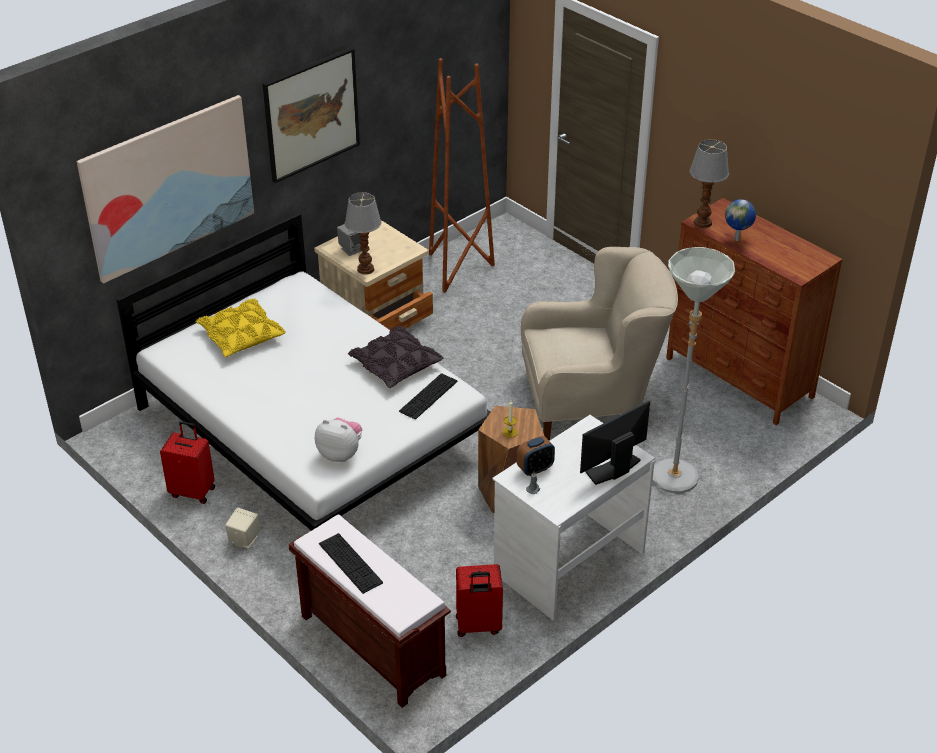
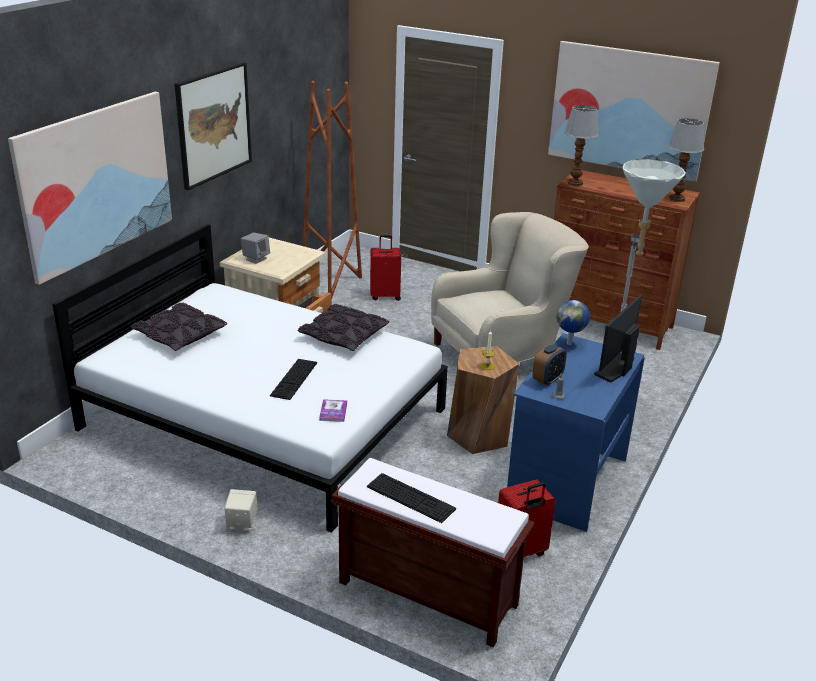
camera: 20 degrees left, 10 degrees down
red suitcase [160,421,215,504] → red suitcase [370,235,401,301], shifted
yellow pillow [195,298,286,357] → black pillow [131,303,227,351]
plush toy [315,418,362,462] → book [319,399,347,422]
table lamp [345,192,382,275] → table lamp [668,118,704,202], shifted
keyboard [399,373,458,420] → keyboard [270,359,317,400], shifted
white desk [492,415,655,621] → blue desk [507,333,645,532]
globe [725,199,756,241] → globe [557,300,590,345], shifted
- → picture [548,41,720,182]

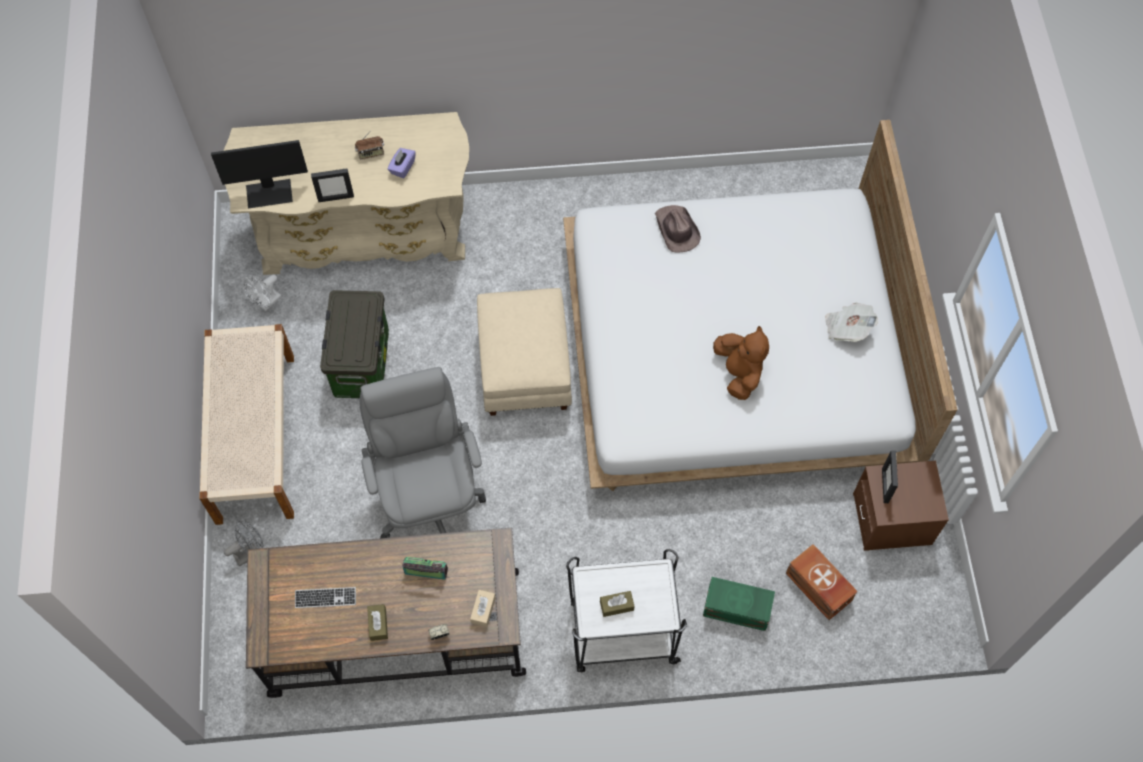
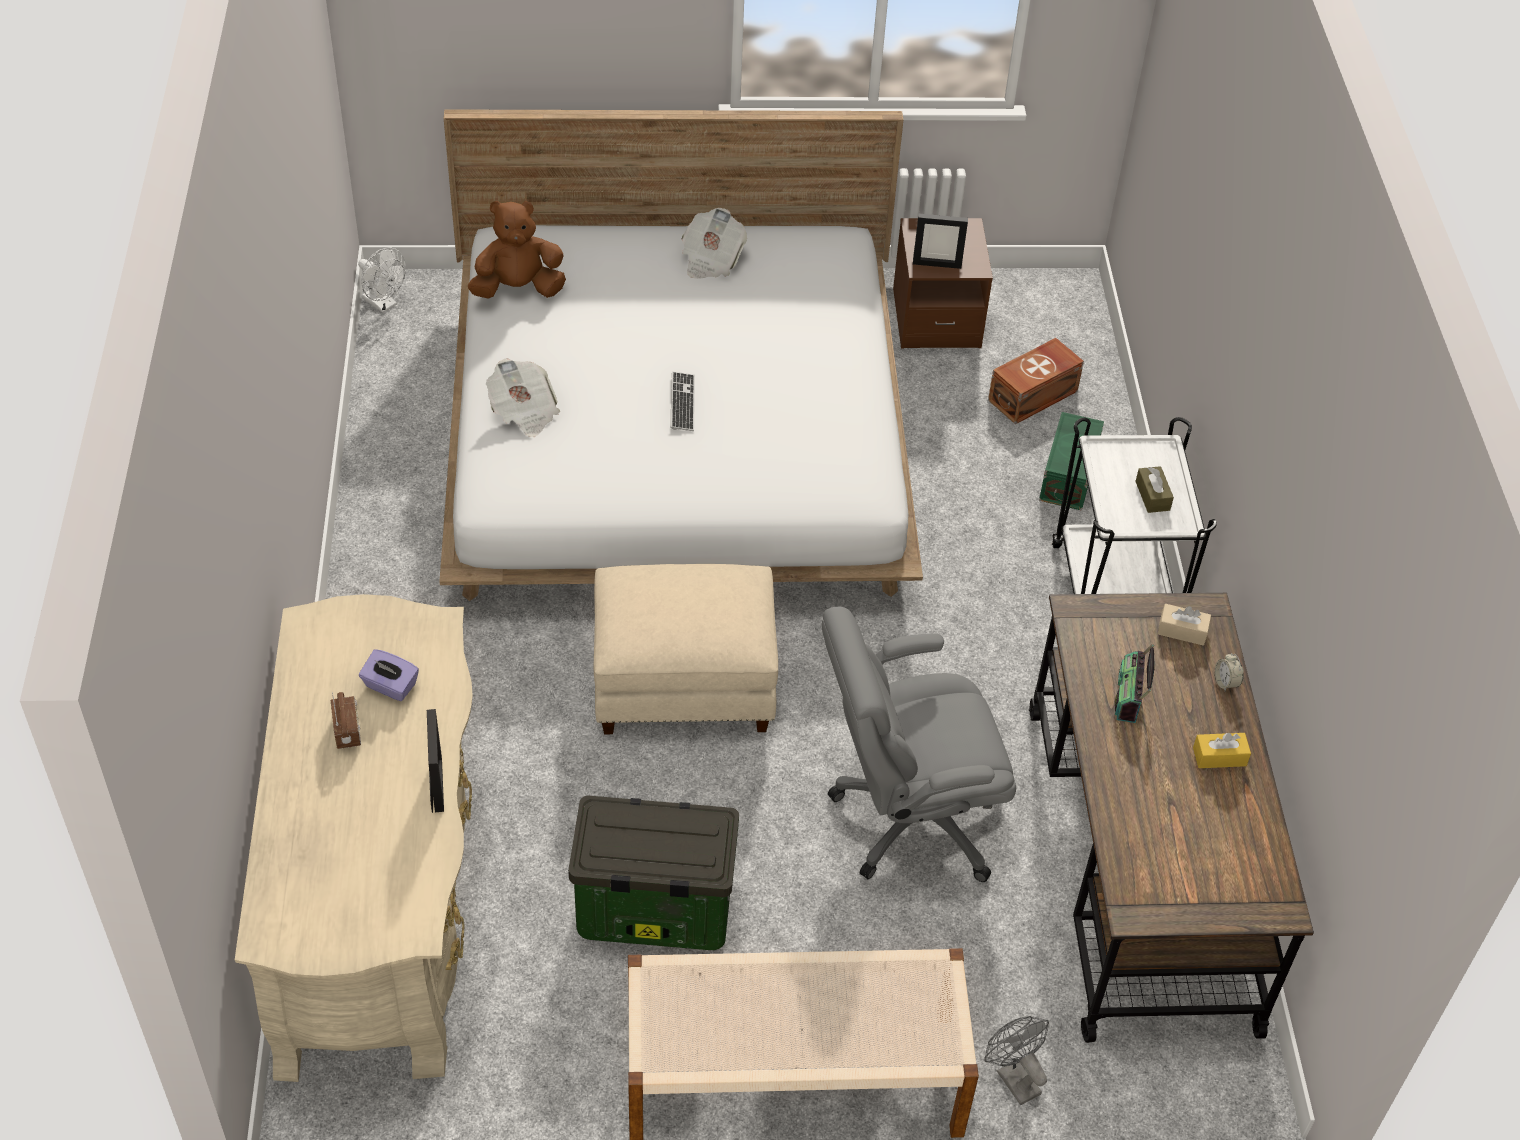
camera: 90 degrees left, 15 degrees down
monitor [211,140,308,208] → -
white fan [242,274,281,311] → white fan [358,247,406,313], shifted
keyboard [295,587,356,608] → keyboard [670,371,695,431], shifted
brown tissue box [367,604,388,641] → yellow tissue box [1193,733,1251,768]
brown hat [655,205,701,253] → newspaper [486,358,560,437]
brown plush toy [713,326,769,400] → brown plush toy [468,201,566,299], shifted

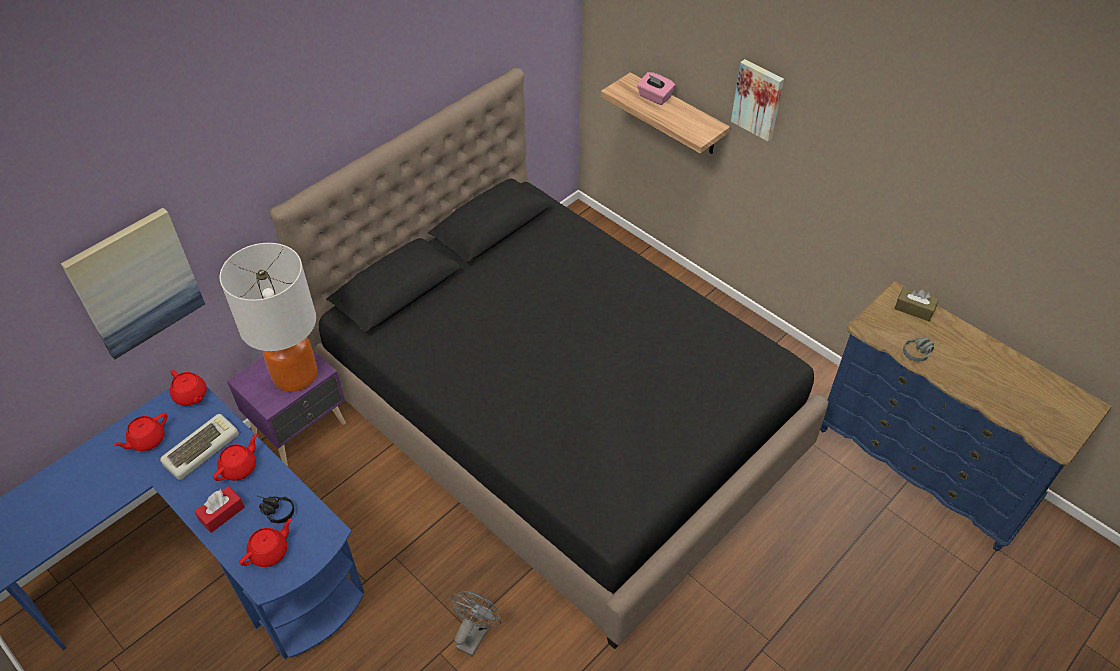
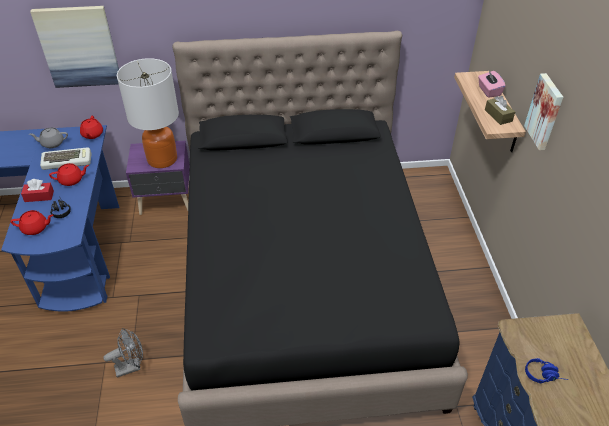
camera: 40 degrees right, 5 degrees down
red teapot [113,413,167,451] → grey teapot [29,127,68,148]
brown tissue box [894,287,939,322] → brown tissue box [485,96,515,125], shifted
grey headphones [903,337,941,362] → blue headphones [525,358,568,383]

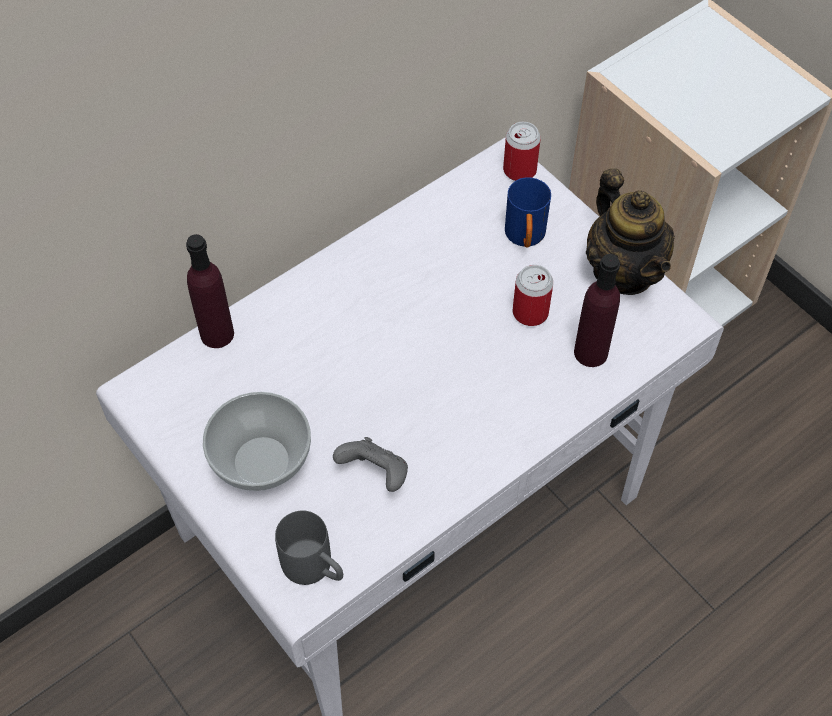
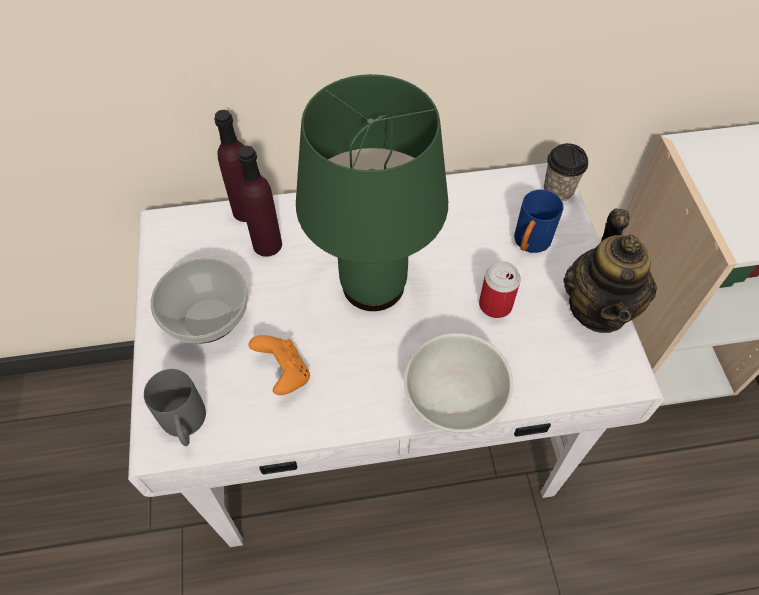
camera: 30 degrees right, 0 degrees up
grey game controller [333,437,408,492] → orange game controller [249,335,310,395]
can [503,122,541,181] → cup [544,143,588,201]
purple bottle [574,254,620,367] → purple bottle [238,146,282,257], shifted
- → green table lamp [296,74,448,311]
- → white bowl [404,333,513,433]

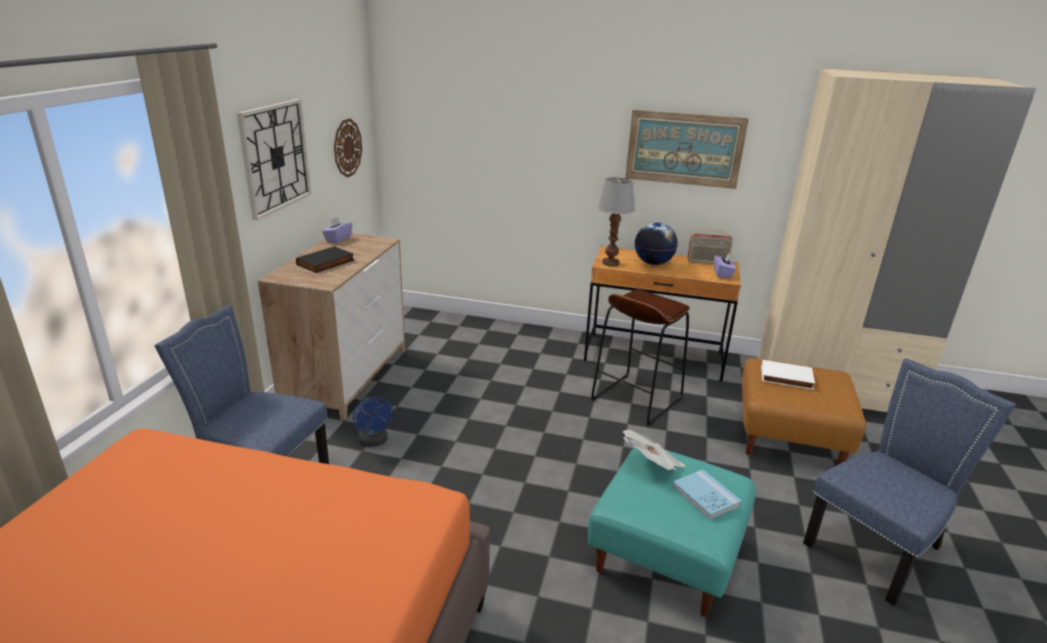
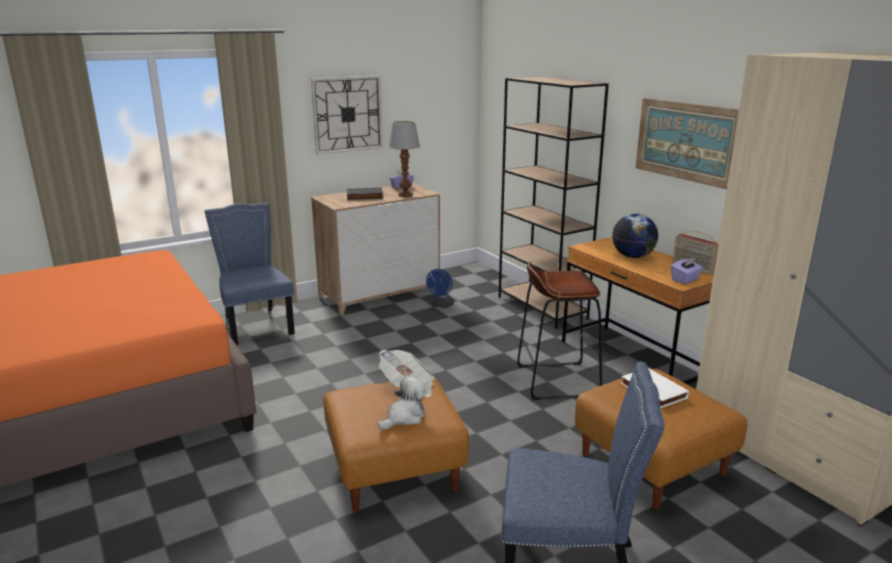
camera: 45 degrees right, 5 degrees down
wall clock [334,118,362,177] → -
blue fan [353,396,394,447] → blue fan [426,269,454,308], shifted
turquoise ottoman [588,447,756,617] → brown ottoman [323,378,469,512]
table lamp [597,177,635,267] → table lamp [388,121,420,197], shifted
blue book [672,470,742,520] → plush toy [378,376,426,430]
- → beige bookcase [499,76,609,329]

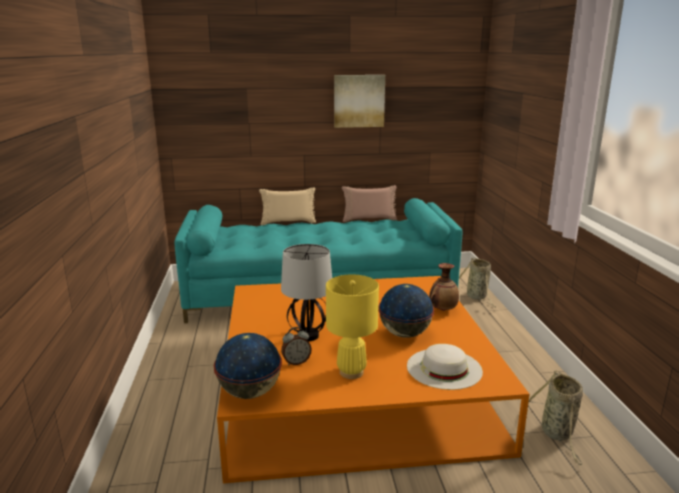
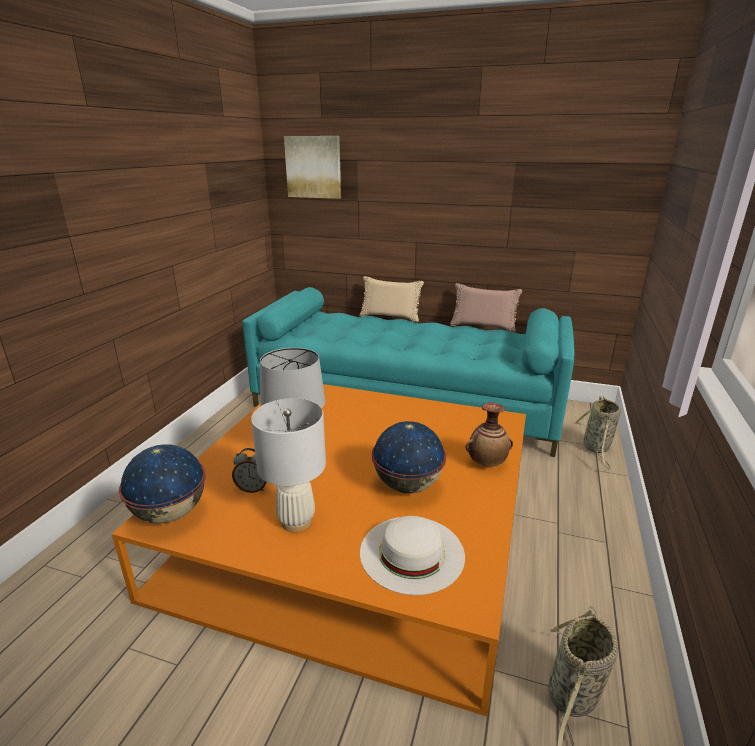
camera: 25 degrees right, 5 degrees up
yellow table lamp [326,274,379,379] → white table lamp [251,398,326,532]
picture [334,75,385,128] → picture [284,136,341,199], shifted

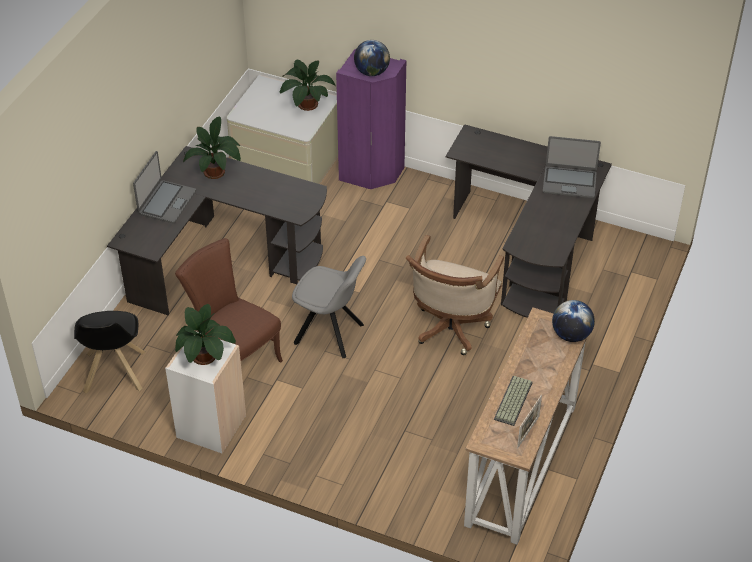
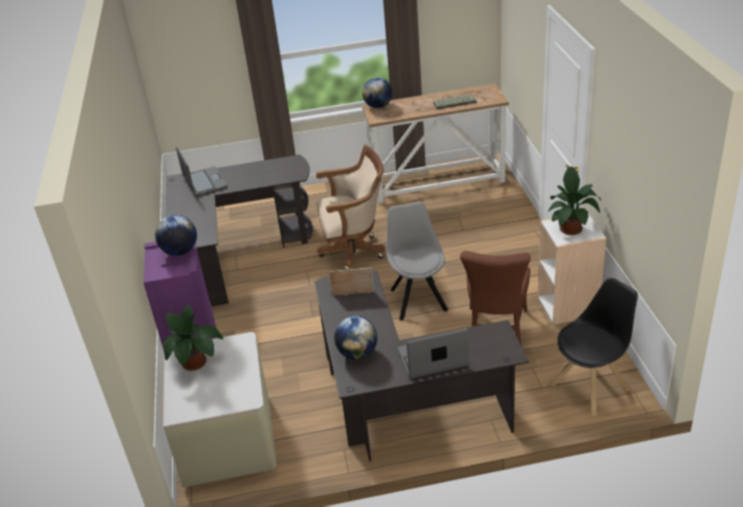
camera: 120 degrees left, 10 degrees down
potted plant [183,117,241,179] → globe [334,316,377,359]
picture frame [517,395,542,448] → picture frame [329,267,374,296], shifted

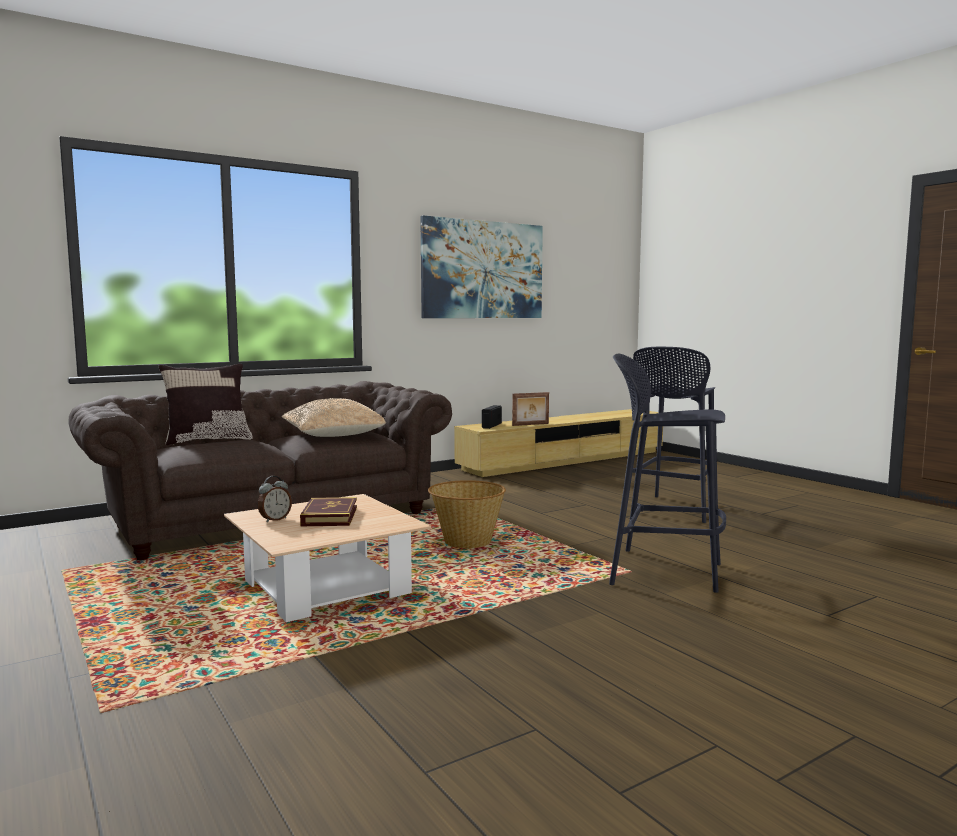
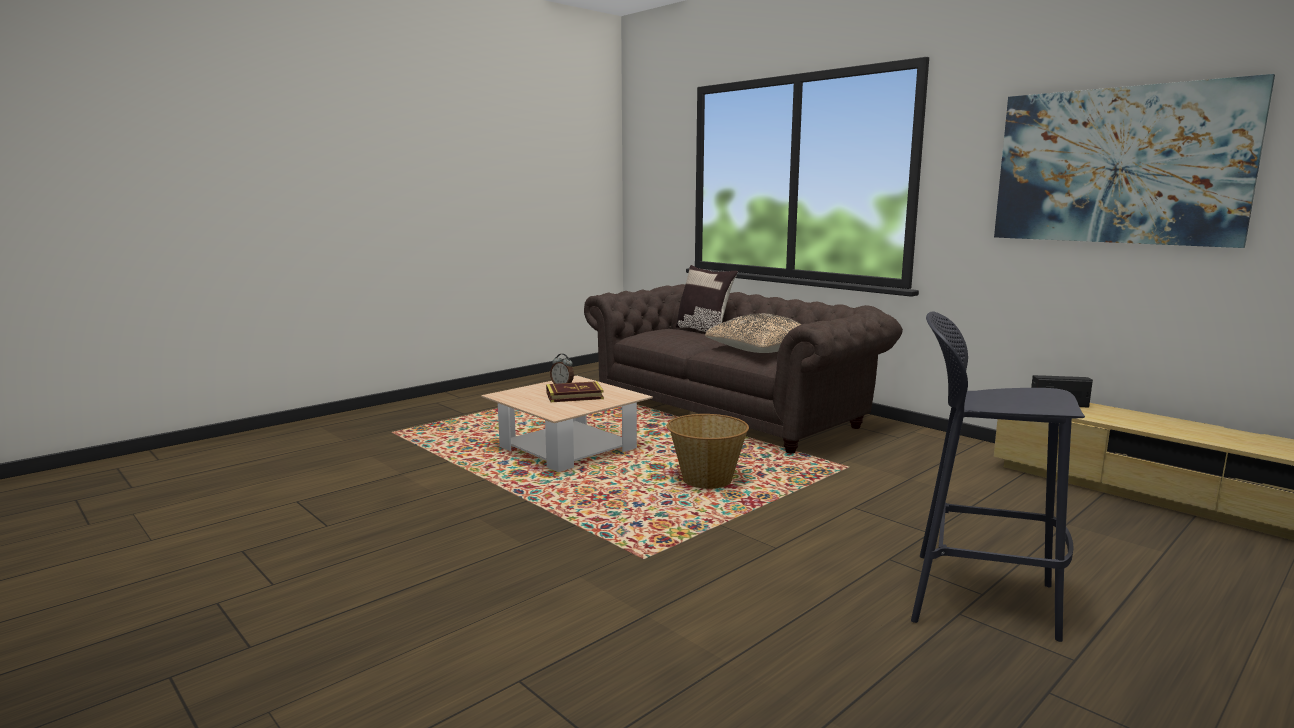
camera: 80 degrees right, 5 degrees up
picture frame [512,392,549,426] → -
grey stool [609,354,726,593] → -

